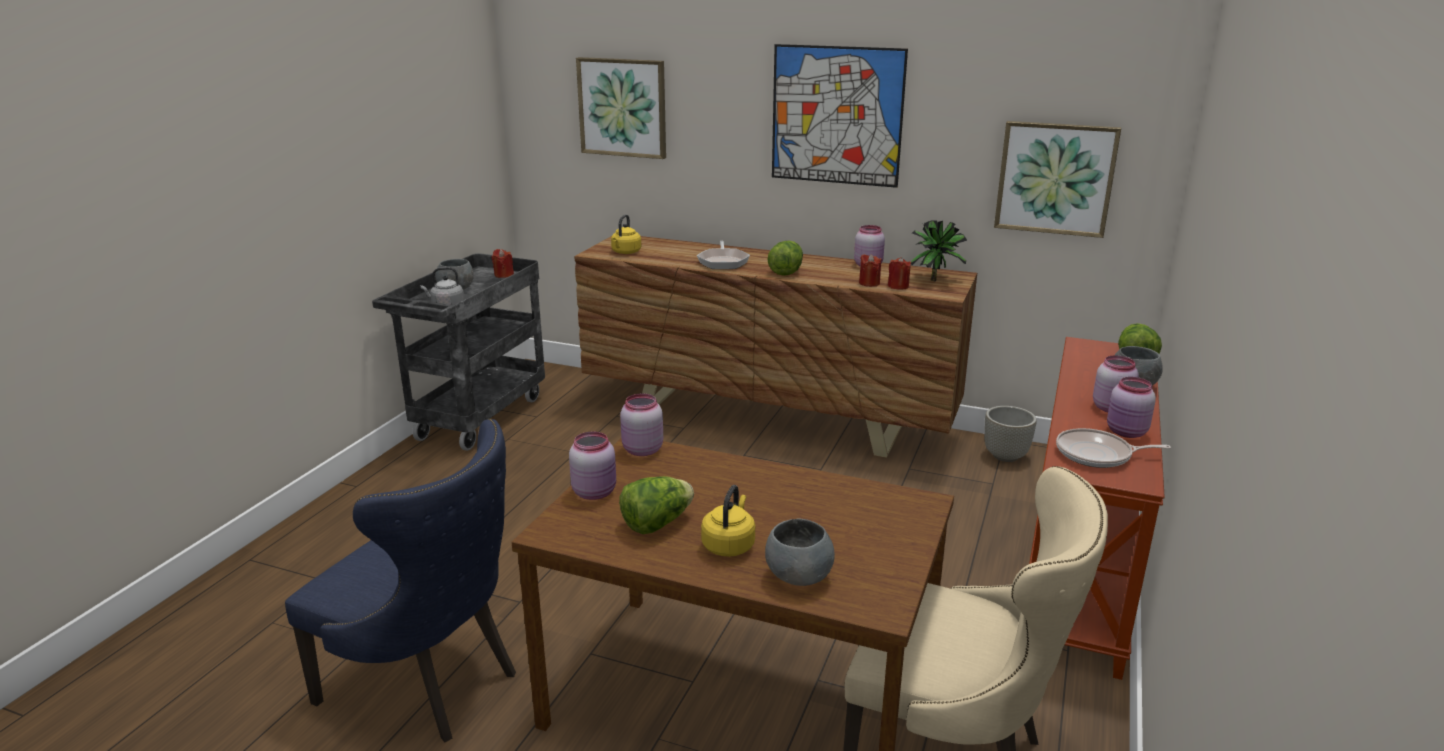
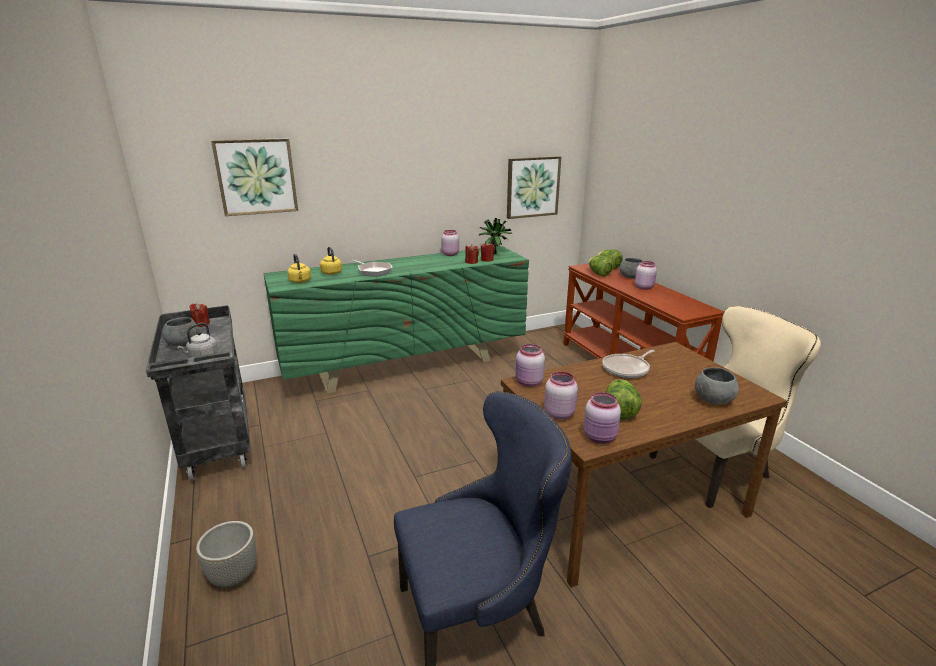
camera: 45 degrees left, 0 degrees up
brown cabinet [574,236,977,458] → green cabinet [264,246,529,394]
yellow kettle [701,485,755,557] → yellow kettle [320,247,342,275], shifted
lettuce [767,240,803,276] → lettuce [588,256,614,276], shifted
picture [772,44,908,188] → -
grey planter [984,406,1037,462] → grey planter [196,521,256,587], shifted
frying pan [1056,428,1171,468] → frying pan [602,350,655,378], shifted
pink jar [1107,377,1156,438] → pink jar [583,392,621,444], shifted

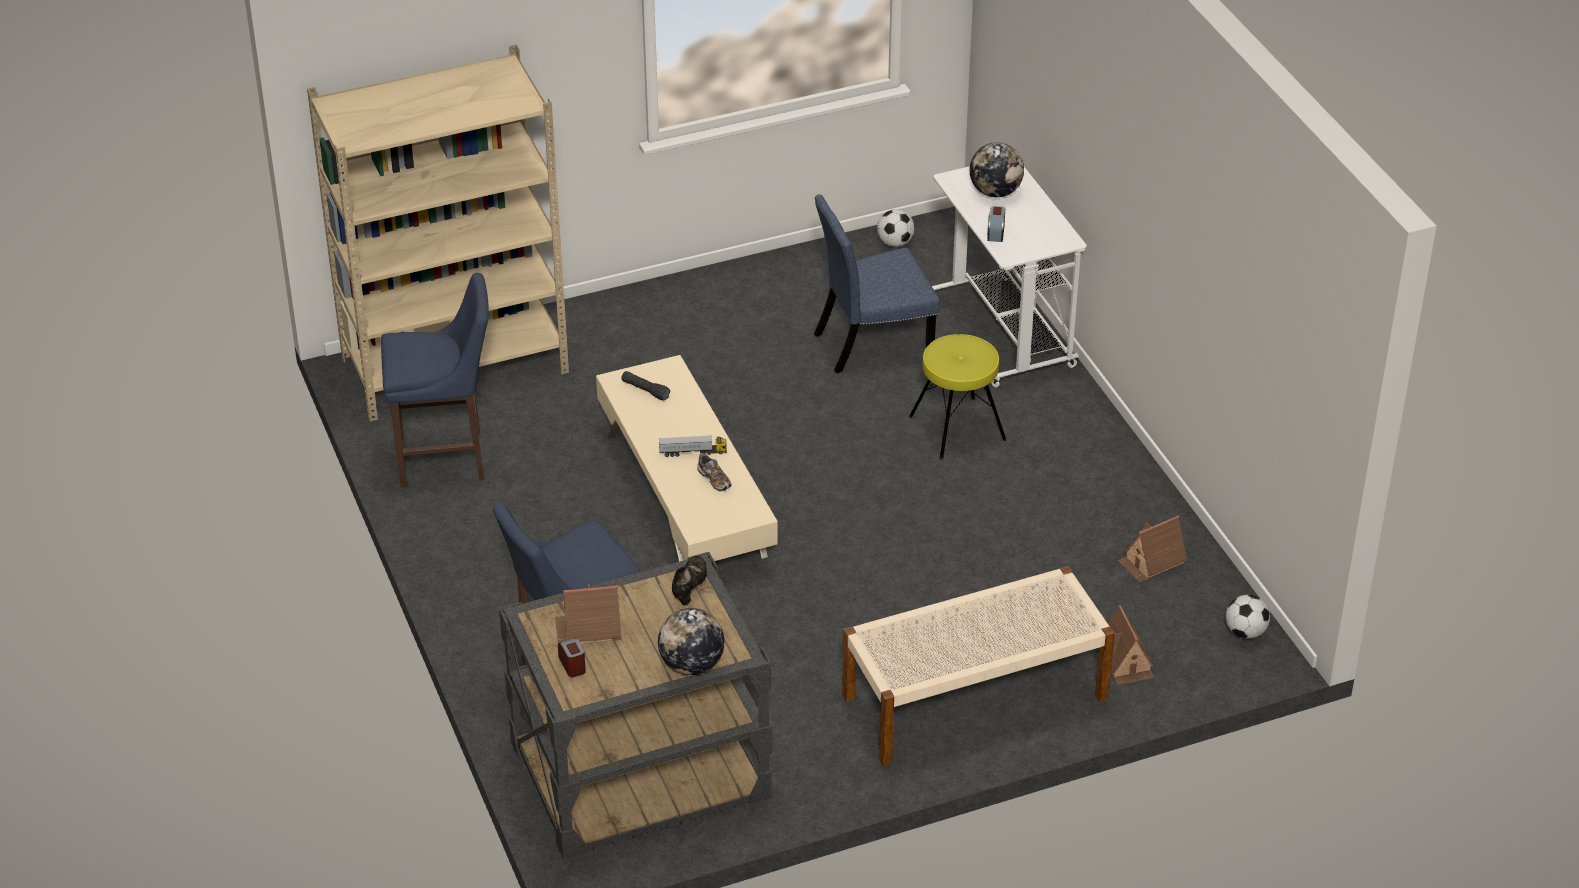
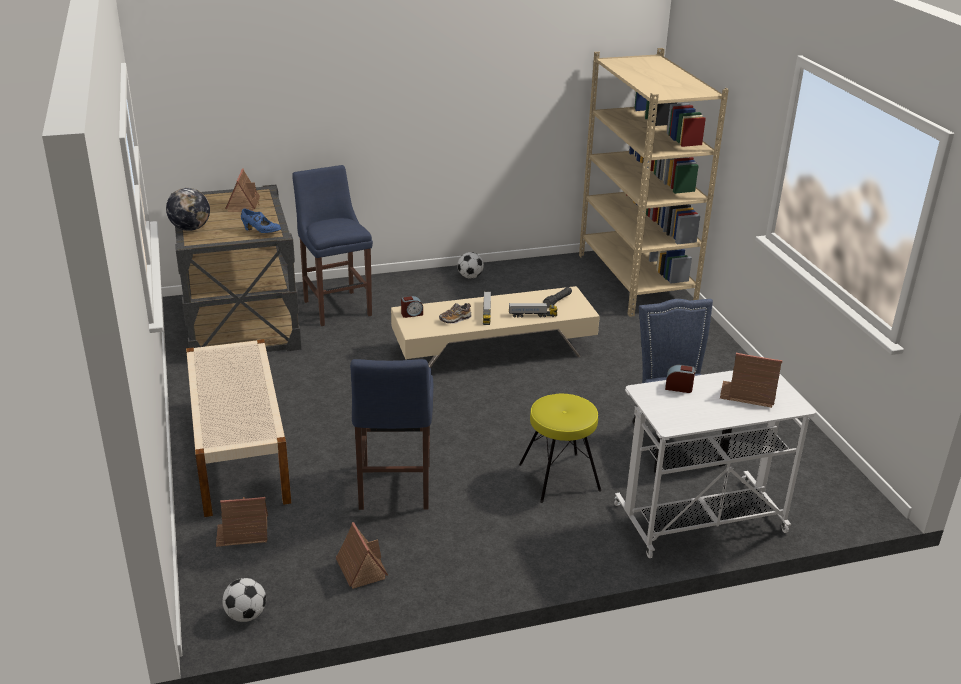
camera: 95 degrees right, 10 degrees down
blue stool [381,273,489,488] → blue stool [350,359,433,510], shifted
alarm clock [558,638,586,677] → alarm clock [401,296,423,318], shifted
black shoe [672,556,707,605] → blue shoe [241,208,281,233]
football [877,209,915,247] → football [457,252,484,279], shifted
globe [970,142,1024,197] → toy house [720,353,783,408]
- → toy truck [509,303,557,317]

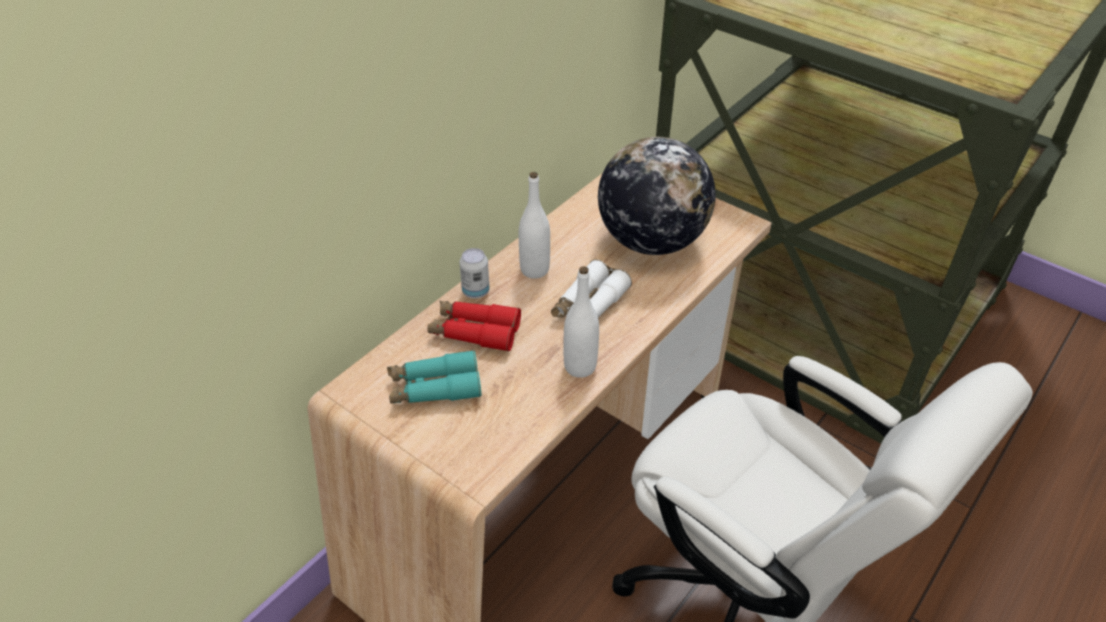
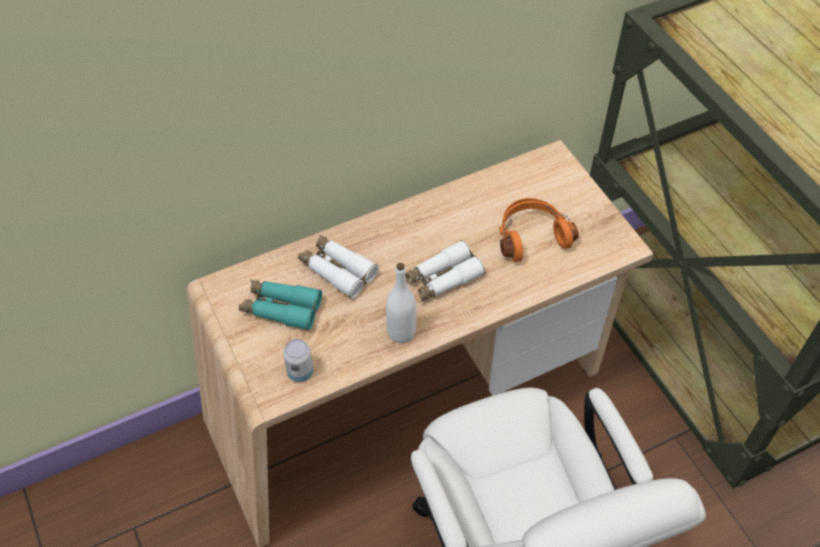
camera: 25 degrees right, 10 degrees up
red binoculars [428,301,521,352] → white binoculars [298,234,378,298]
can [459,248,490,299] → can [283,339,313,382], shifted
white bottle [519,172,550,279] → -
globe [598,137,716,255] → orange headphones [499,198,579,262]

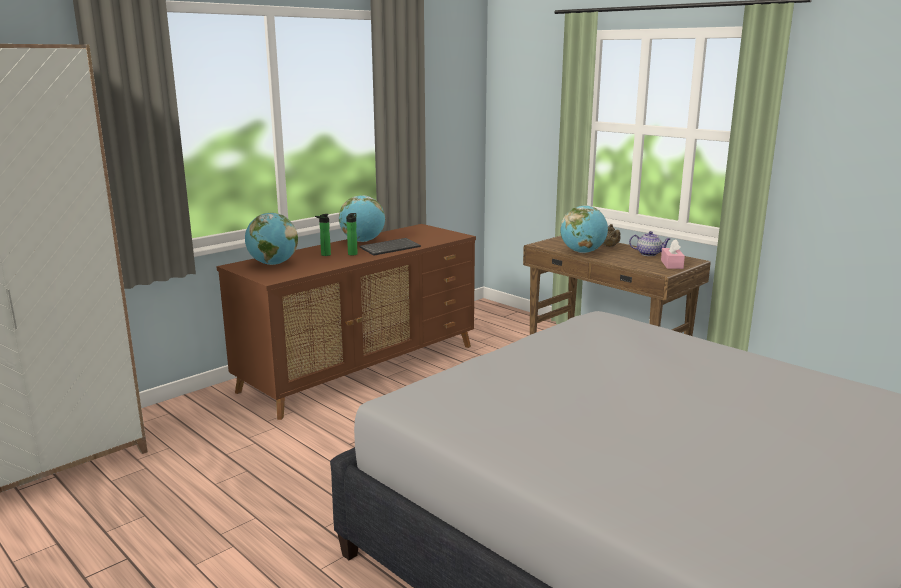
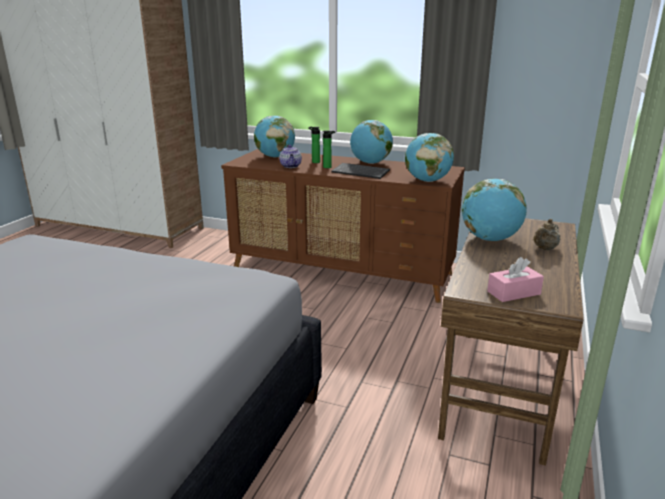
camera: 65 degrees right, 5 degrees up
teapot [629,231,671,256] → teapot [279,145,302,168], shifted
- → globe [405,133,454,182]

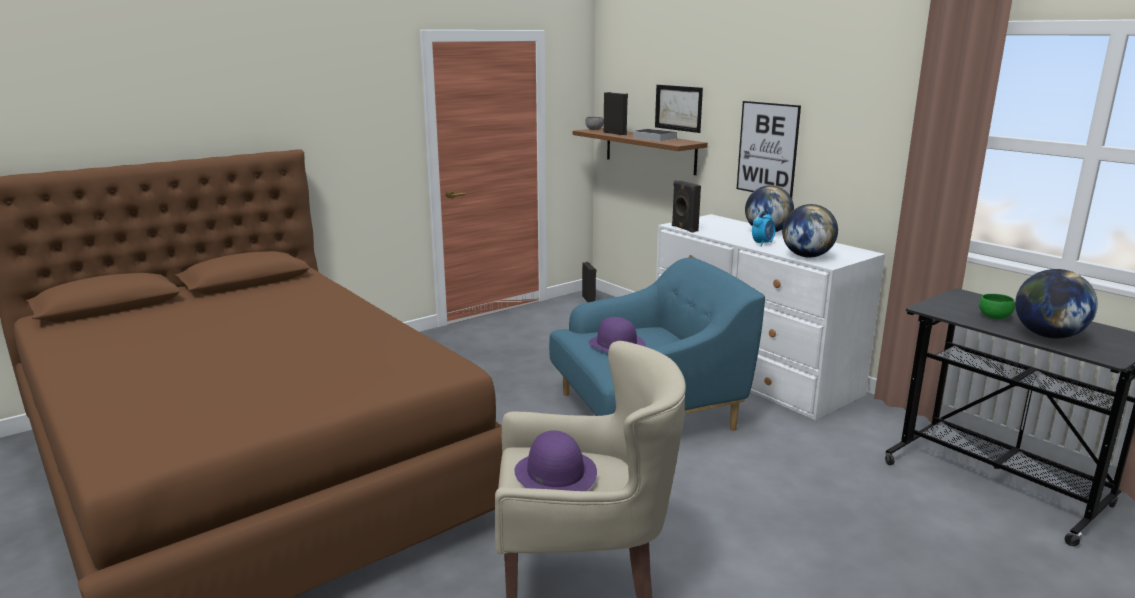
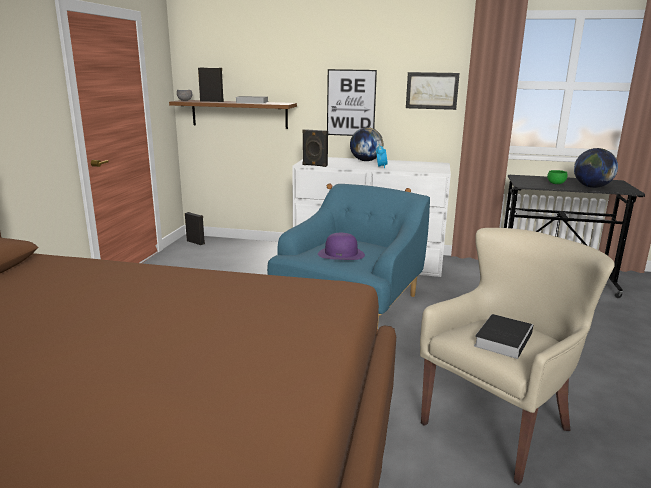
camera: 40 degrees left, 0 degrees up
purple hat [514,430,597,491] → book [474,314,533,359]
picture [655,85,703,133] → picture [406,72,460,110], shifted
globe [782,204,838,258] → -

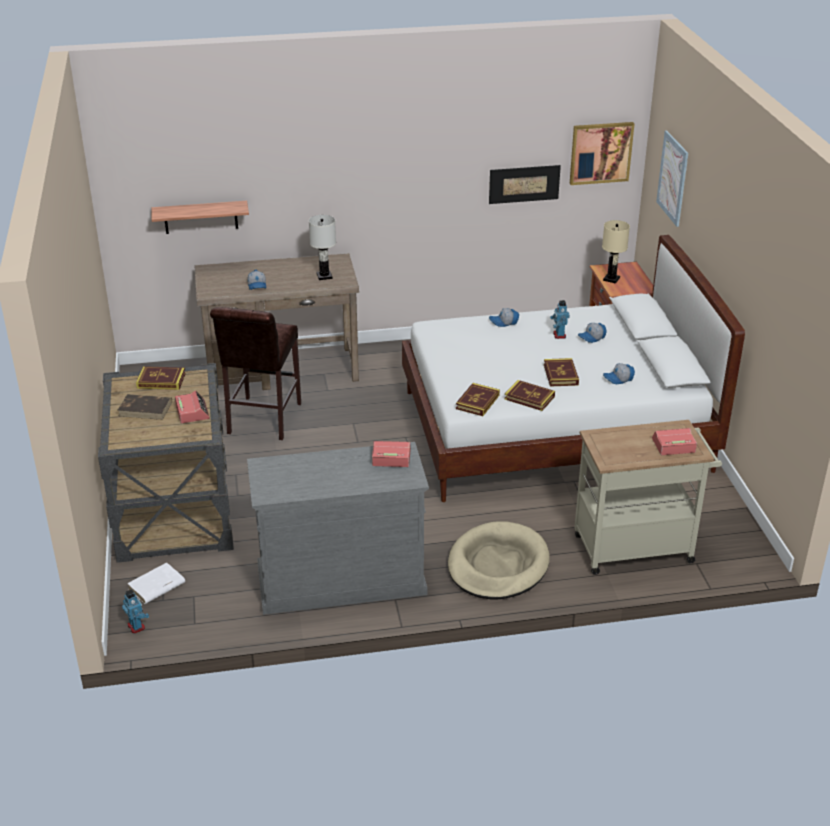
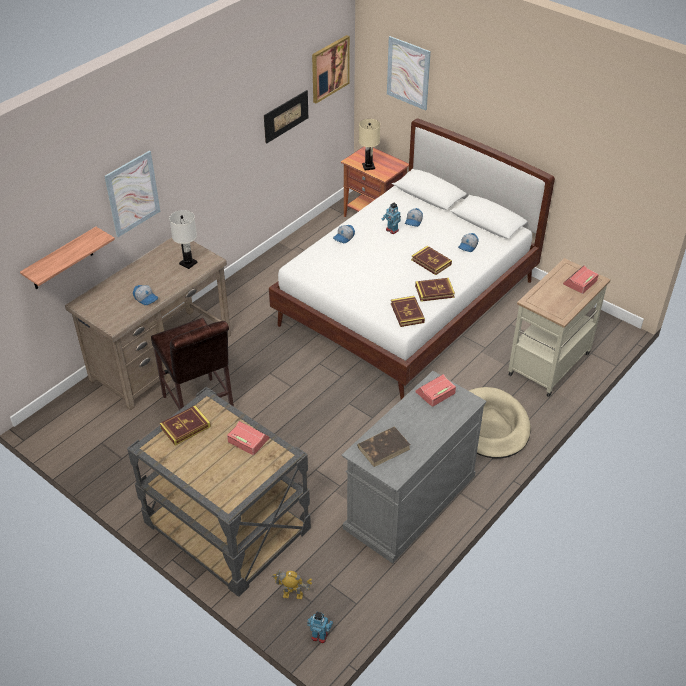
camera: 40 degrees left, 10 degrees up
brown book [118,394,172,420] → brown book [357,427,410,467], shifted
white book [127,563,185,604] → toy robot [272,570,312,599]
- → picture [104,151,160,237]

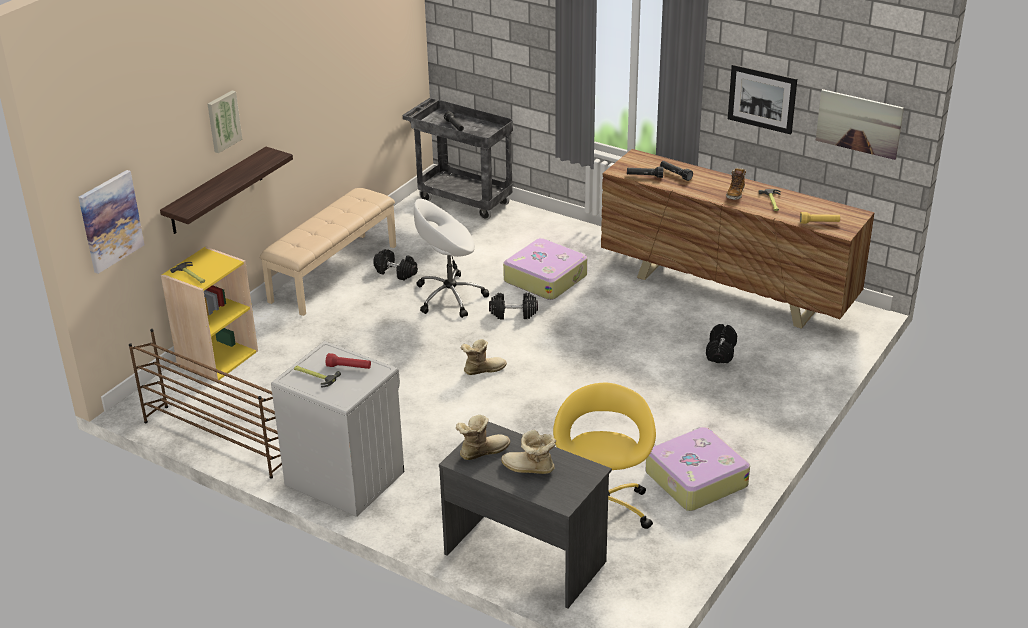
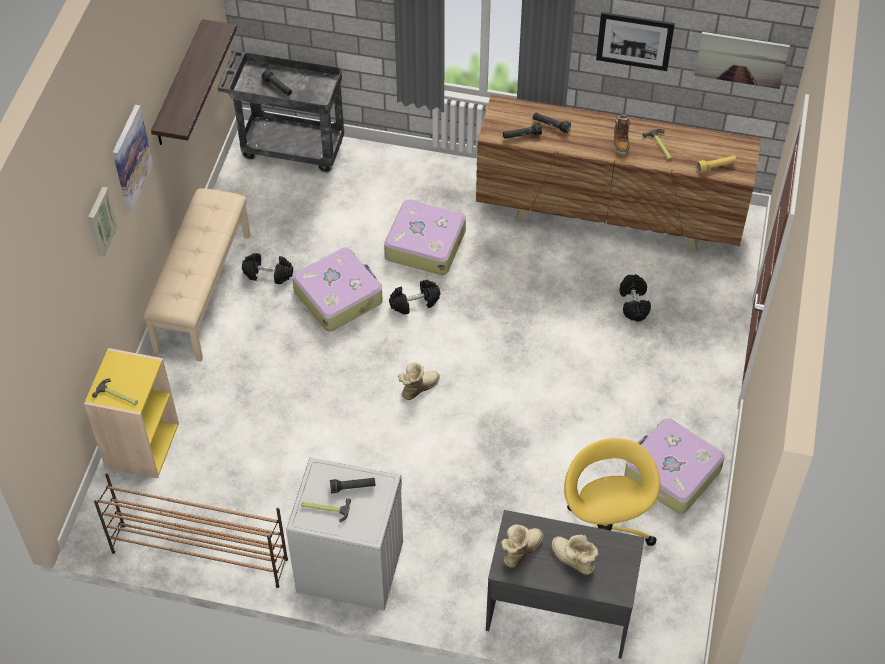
camera: 20 degrees left, 20 degrees up
picture [79,170,144,274] → picture [113,105,153,212], shifted
shelf [160,147,293,234] → shelf [151,19,237,145], shifted
red flashlight [326,353,371,369] → black flashlight [330,478,376,493]
white office chair [414,199,489,318] → suitcase [292,248,383,332]
boot [501,430,556,474] → boot [551,535,599,575], 45 degrees clockwise

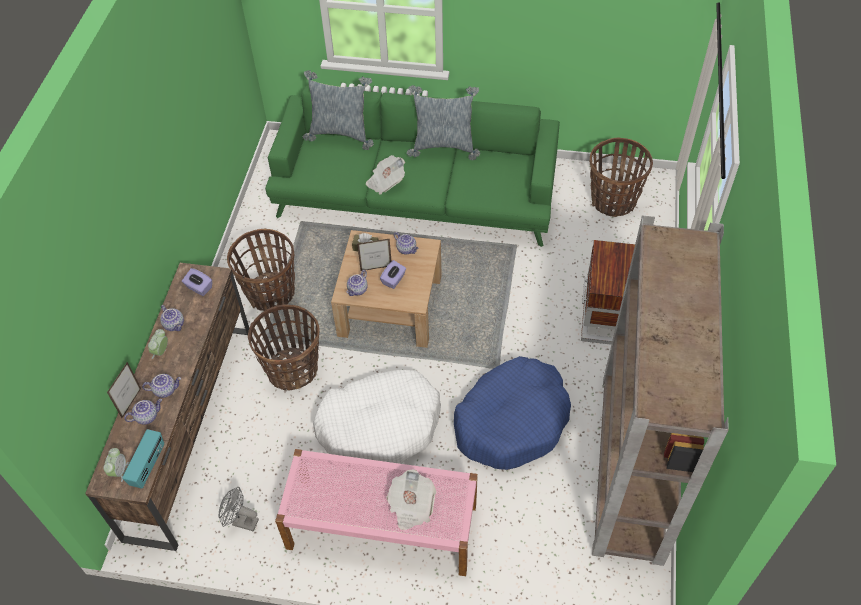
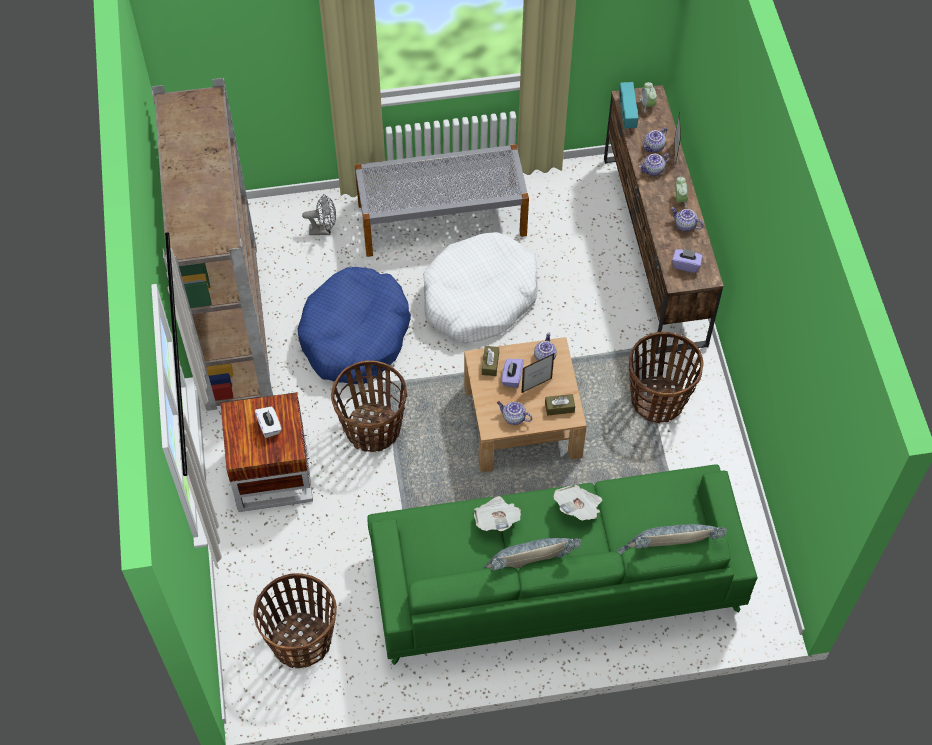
camera: 160 degrees right, 5 degrees up
grey fan [219,487,259,531] → grey fan [302,194,336,235], shifted
basket [248,304,320,390] → basket [331,360,407,452], shifted
pink bench [275,449,478,576] → grey bench [355,144,529,257]
newspaper [387,469,436,530] → newspaper [474,496,521,531], shifted
- → white tissue box [255,406,281,438]
- → brown tissue box [482,346,499,376]

